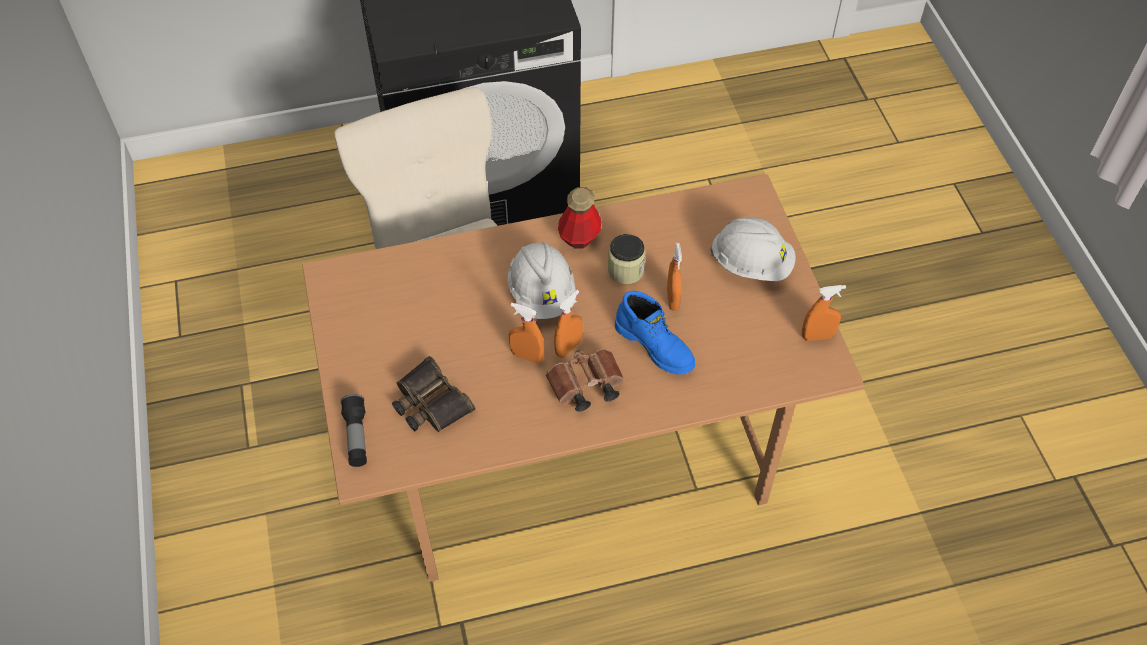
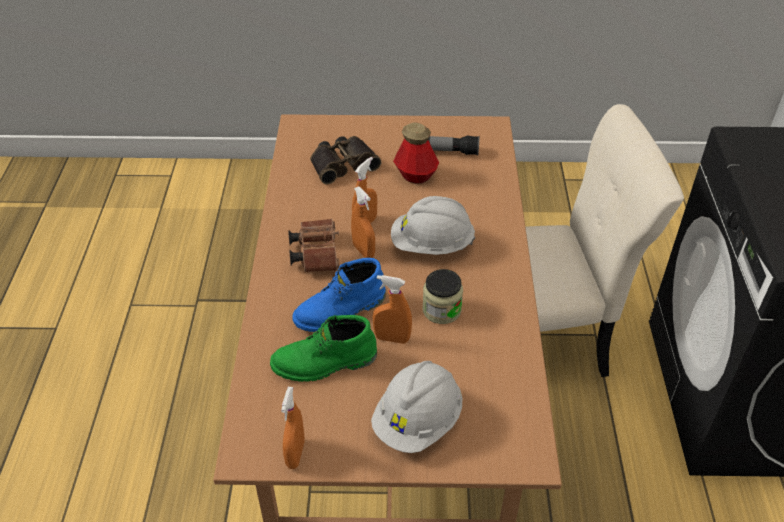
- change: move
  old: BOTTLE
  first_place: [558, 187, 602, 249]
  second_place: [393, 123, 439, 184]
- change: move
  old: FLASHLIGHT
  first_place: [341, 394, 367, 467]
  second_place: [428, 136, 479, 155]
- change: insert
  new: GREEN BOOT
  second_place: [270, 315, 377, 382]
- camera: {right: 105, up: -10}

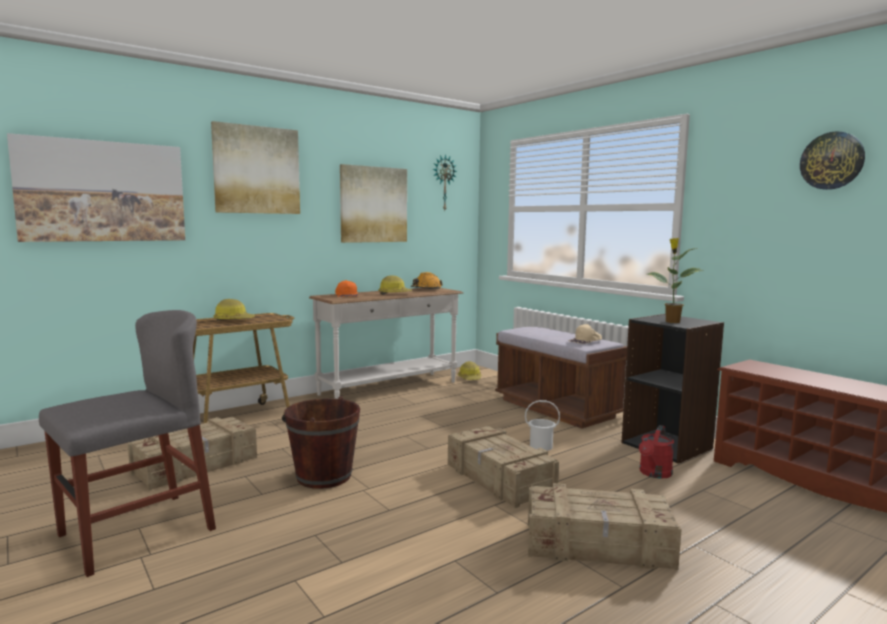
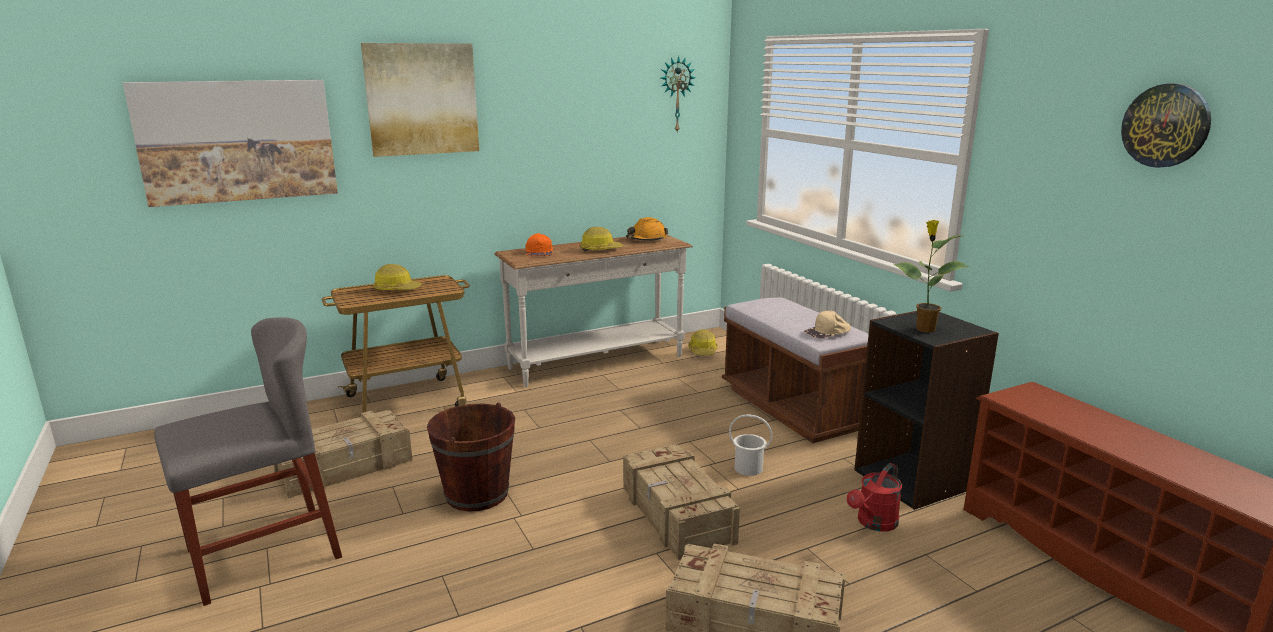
- change: delete
  old: PICTURE
  first_place: [340, 164, 407, 243]
- camera: {right: 10, up: 10}

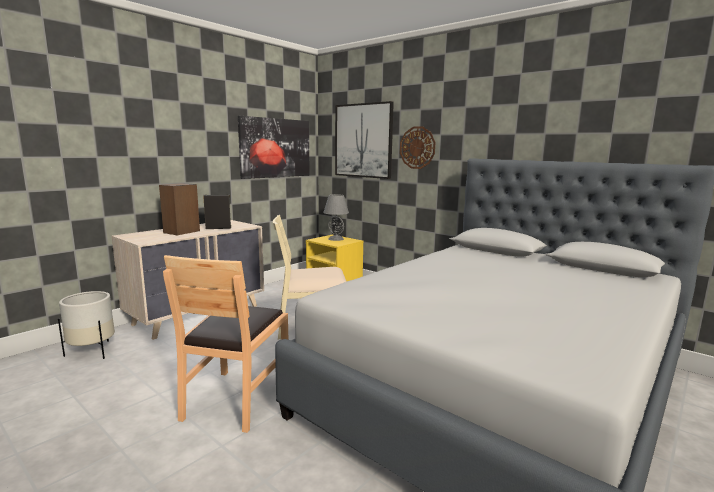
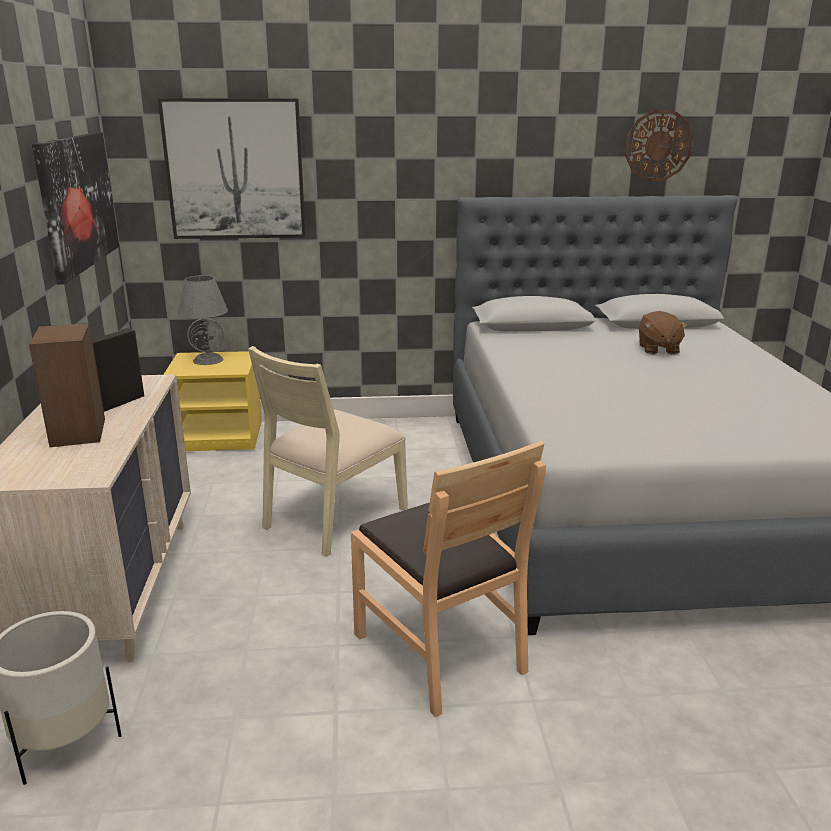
- change: move
  old: WALL CLOCK
  first_place: [400, 126, 435, 169]
  second_place: [625, 109, 693, 181]
- change: insert
  new: BROWN PLUSH TOY
  second_place: [639, 311, 688, 355]
- camera: {right: -45, up: 10}

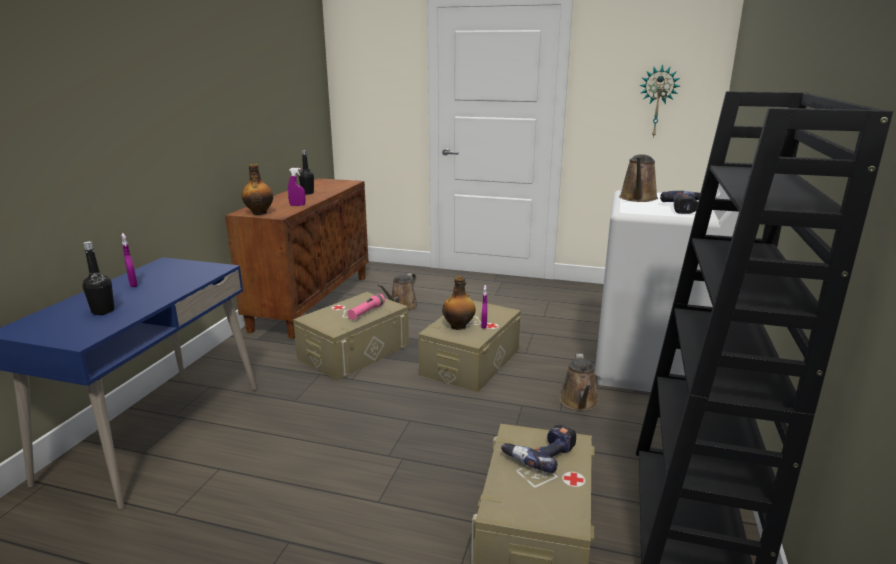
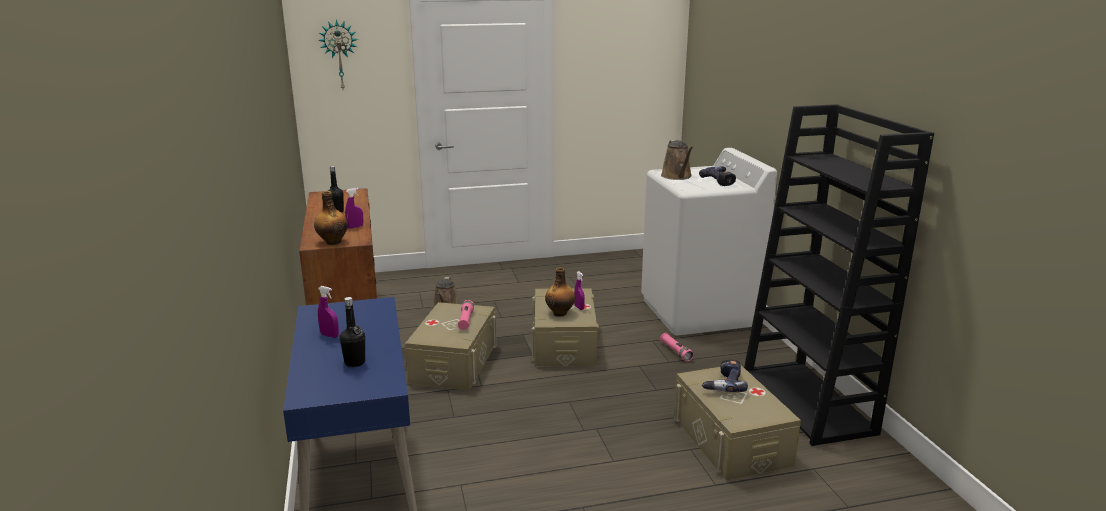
- change: move
  old: WALL CLOCK
  first_place: [639, 65, 680, 138]
  second_place: [318, 19, 358, 89]
- change: replace
  old: BROWN WATERING CAN
  new: PINK FLASHLIGHT
  first_place: [560, 354, 599, 411]
  second_place: [660, 333, 694, 362]
- camera: {right: -30, up: 0}

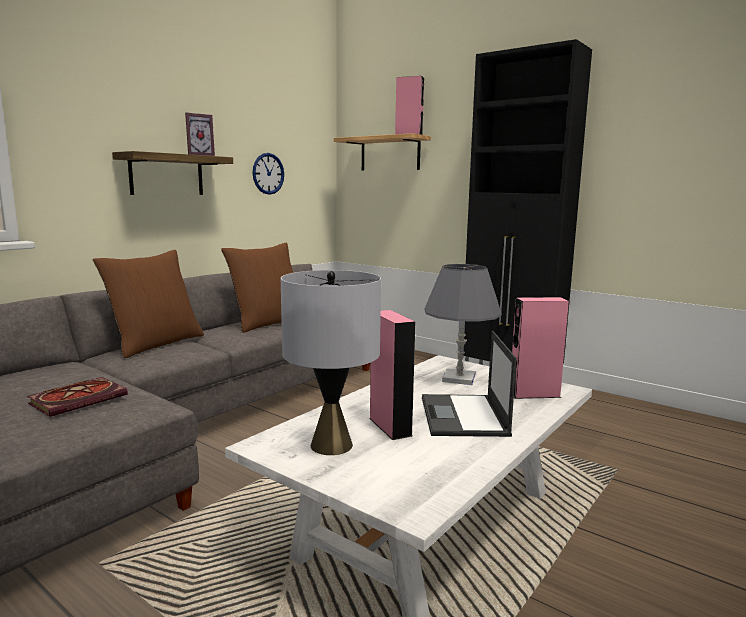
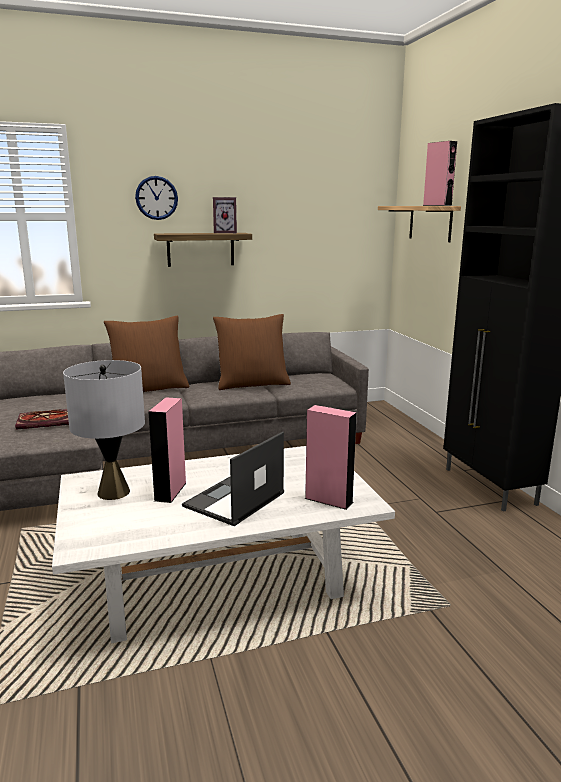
- change: move
  old: WALL CLOCK
  first_place: [252, 153, 284, 195]
  second_place: [135, 176, 178, 220]
- change: delete
  old: GREY TABLE LAMP
  first_place: [424, 264, 502, 385]
- camera: {right: 35, up: 5}

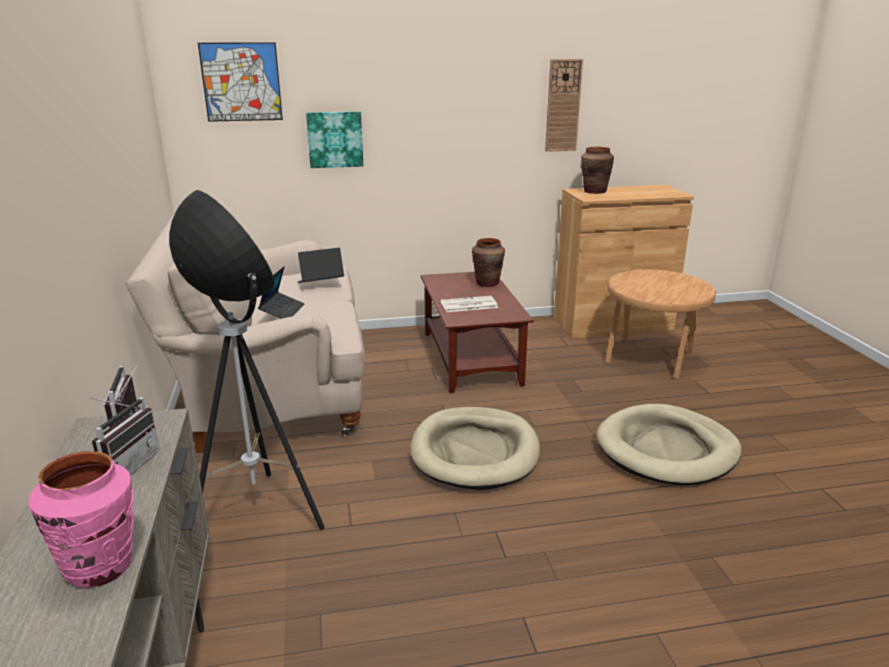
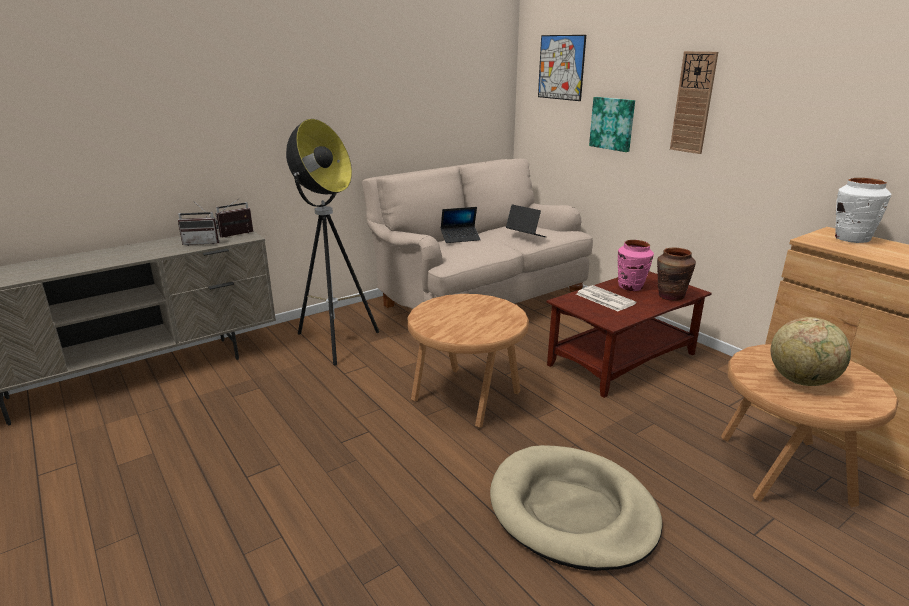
- change: move
  old: WALL CLOCK
  first_place: [545, 59, 583, 152]
  second_place: [670, 51, 718, 154]
- change: recolor
  old: BROWN VASE
  new: WHITE VASE
  first_place: [581, 147, 614, 194]
  second_place: [835, 178, 891, 243]
- change: replace
  old: BEIGE DOG BED
  new: BROWN SIDE TABLE
  first_place: [410, 407, 540, 490]
  second_place: [408, 294, 529, 428]
- change: move
  old: PINK VASE
  first_place: [28, 451, 134, 588]
  second_place: [618, 240, 654, 291]
- change: insert
  new: GLOBE
  second_place: [771, 317, 851, 386]
- camera: {right: 65, up: 0}

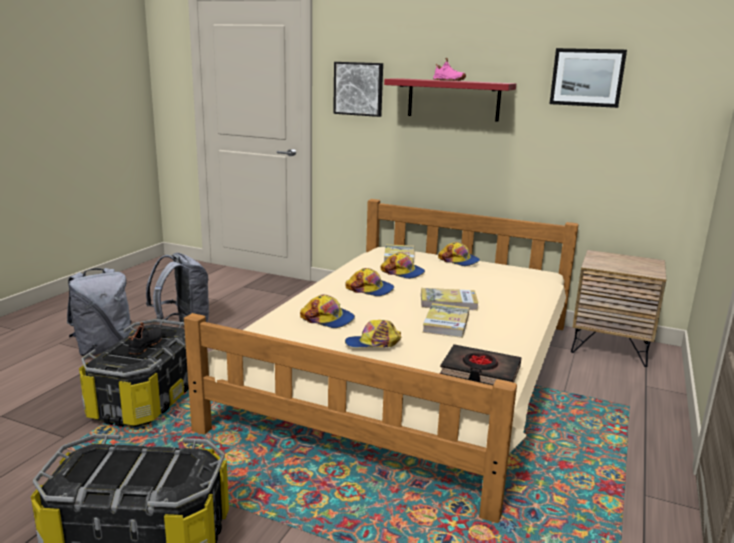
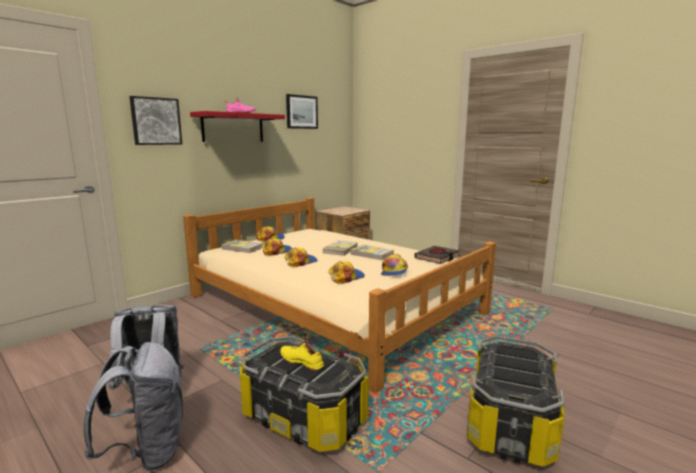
- change: recolor
  old: BLACK SHOE
  new: YELLOW SHOE
  first_place: [128, 322, 162, 354]
  second_place: [280, 338, 324, 371]
- camera: {right: -70, up: -5}

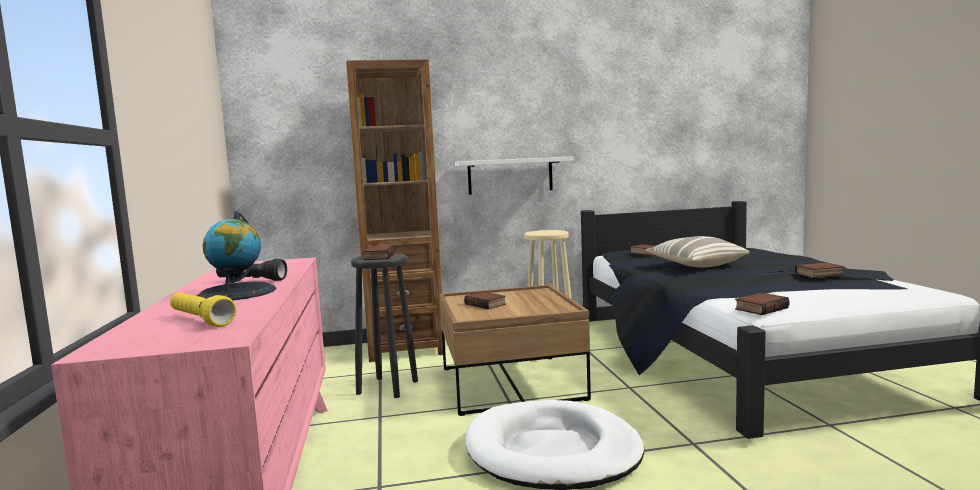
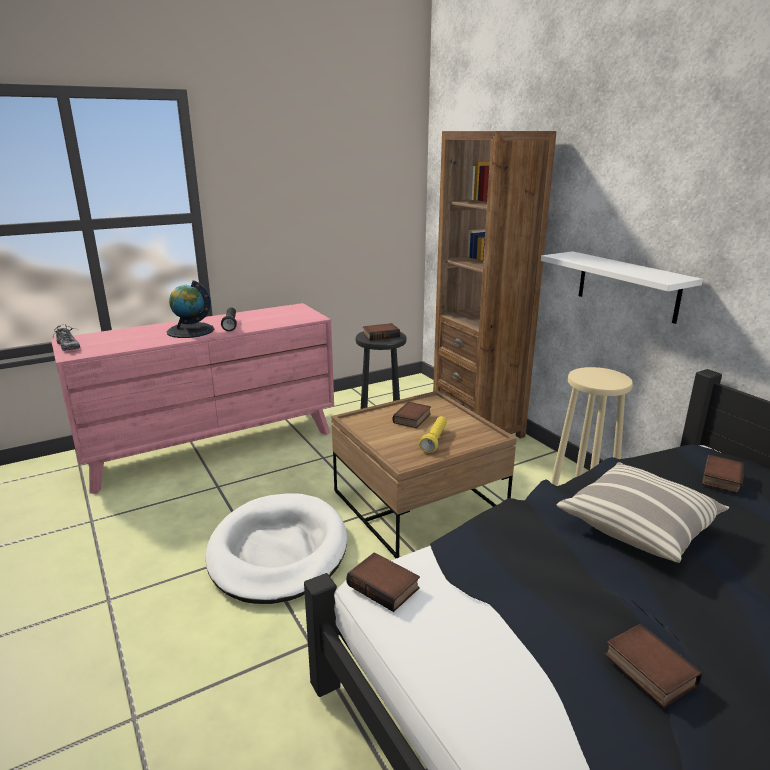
- change: move
  old: YELLOW FLASHLIGHT
  first_place: [170, 293, 236, 327]
  second_place: [419, 416, 447, 453]
- change: insert
  new: SHOE
  second_place: [53, 324, 81, 351]
- camera: {right: 70, up: 15}

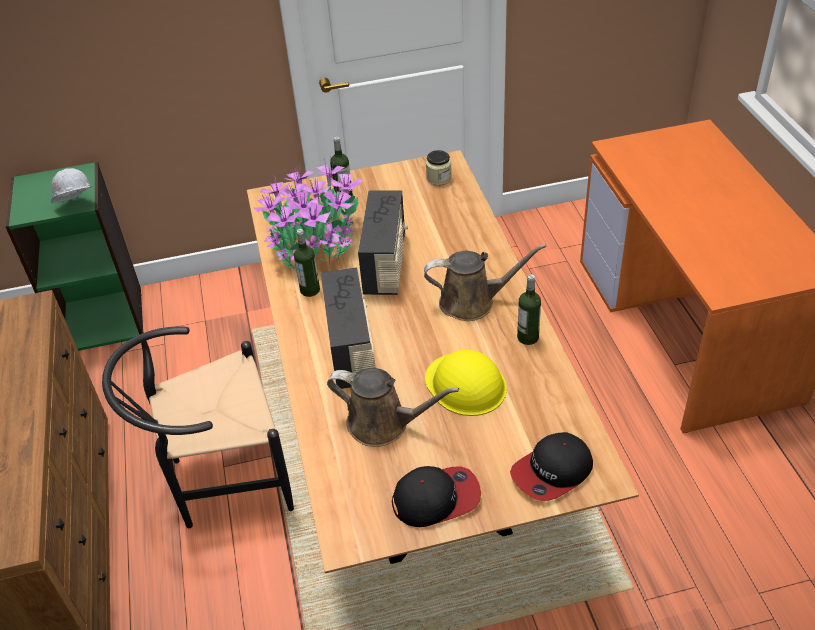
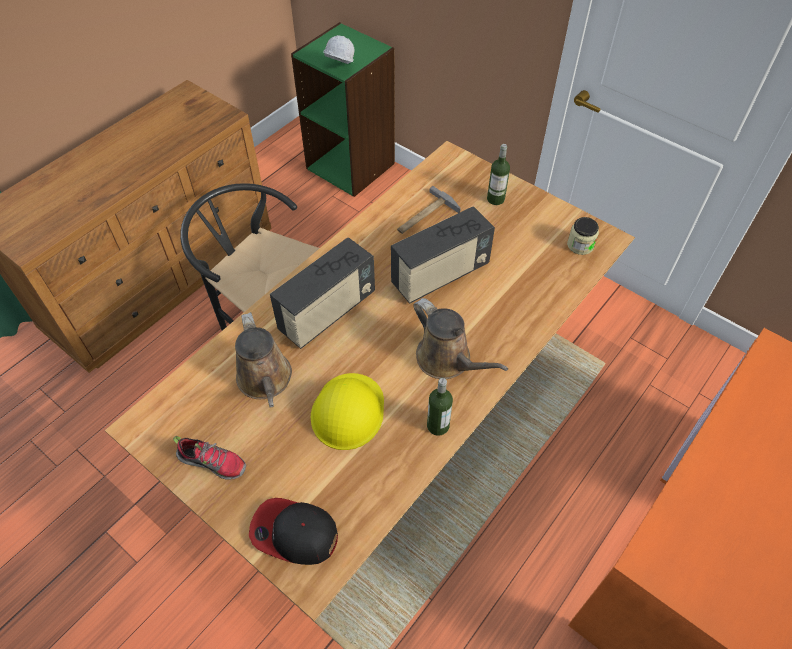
- change: replace
  old: POTTED PLANT
  new: HAMMER
  first_place: [253, 157, 363, 269]
  second_place: [397, 186, 461, 234]
- change: delete
  old: BOTTLE
  first_place: [294, 229, 320, 297]
- change: replace
  old: CAP
  new: SHOE
  first_place: [392, 466, 481, 527]
  second_place: [173, 436, 246, 480]
- camera: {right: 50, up: 10}

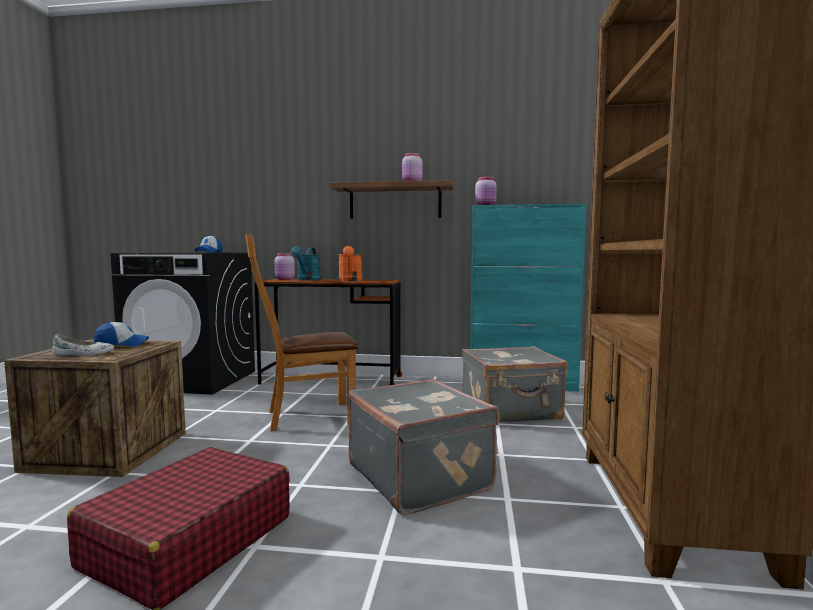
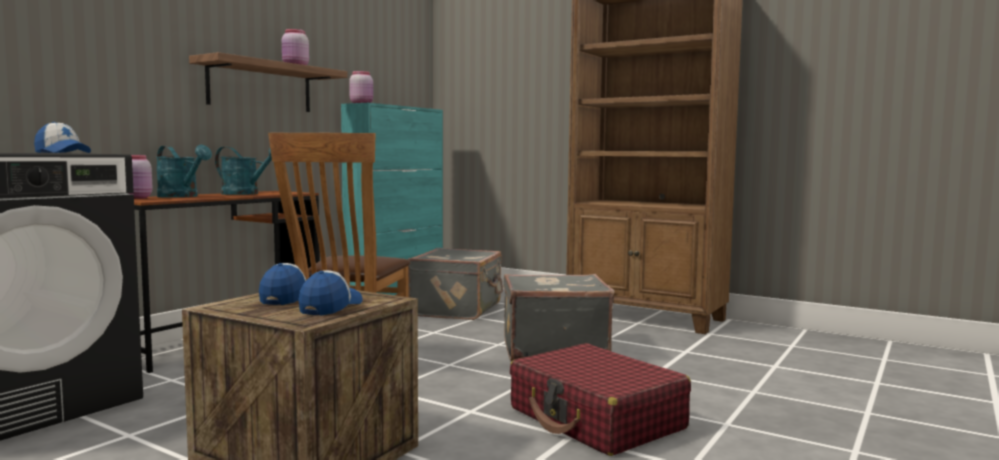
- change: recolor
  old: ORANGE WATERING CAN
  new: TURQUOISE WATERING CAN
  first_place: [339, 246, 362, 281]
  second_place: [215, 147, 272, 195]
- change: replace
  old: WHITE SHOE
  new: CAP
  first_place: [52, 334, 114, 356]
  second_place: [298, 270, 363, 316]
- camera: {right: -65, up: 0}

